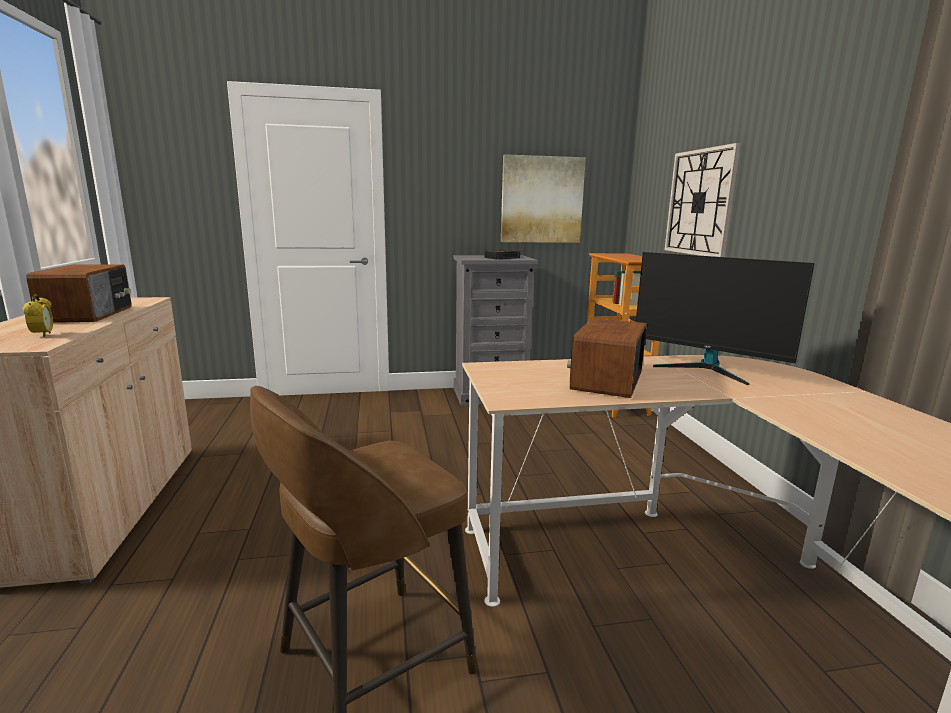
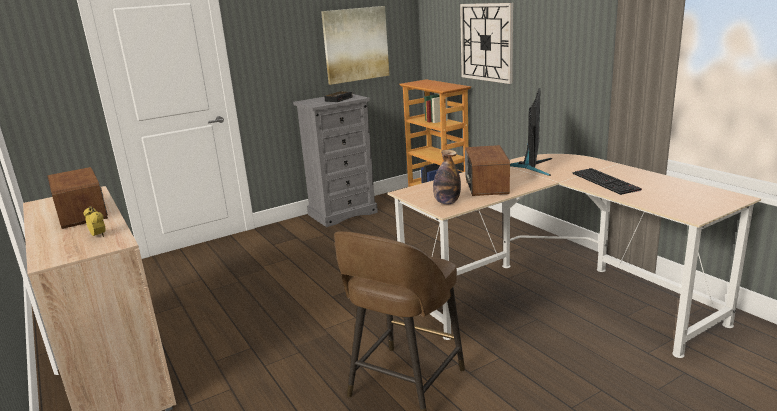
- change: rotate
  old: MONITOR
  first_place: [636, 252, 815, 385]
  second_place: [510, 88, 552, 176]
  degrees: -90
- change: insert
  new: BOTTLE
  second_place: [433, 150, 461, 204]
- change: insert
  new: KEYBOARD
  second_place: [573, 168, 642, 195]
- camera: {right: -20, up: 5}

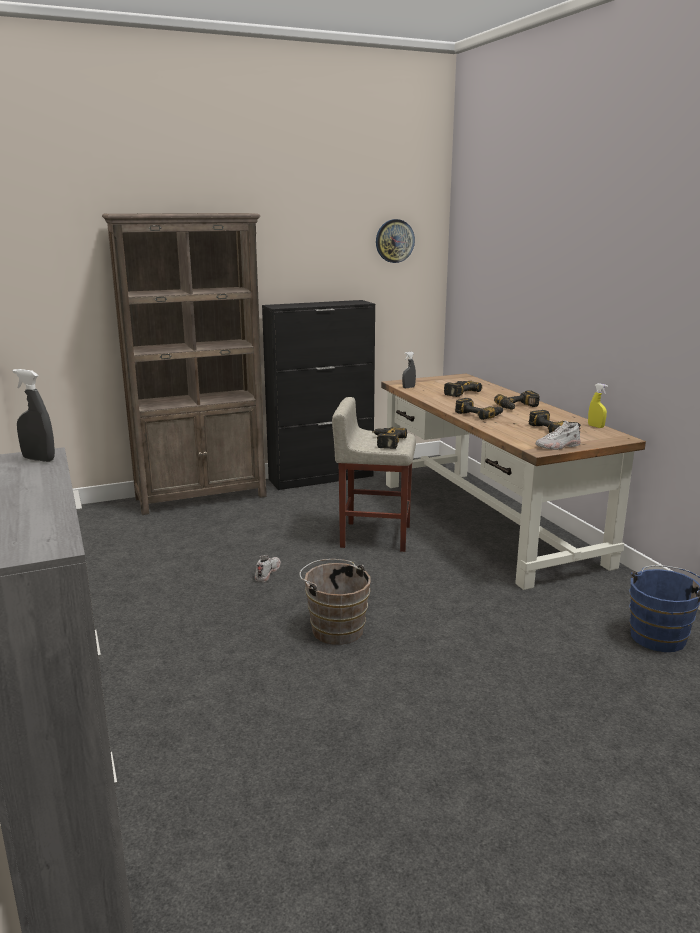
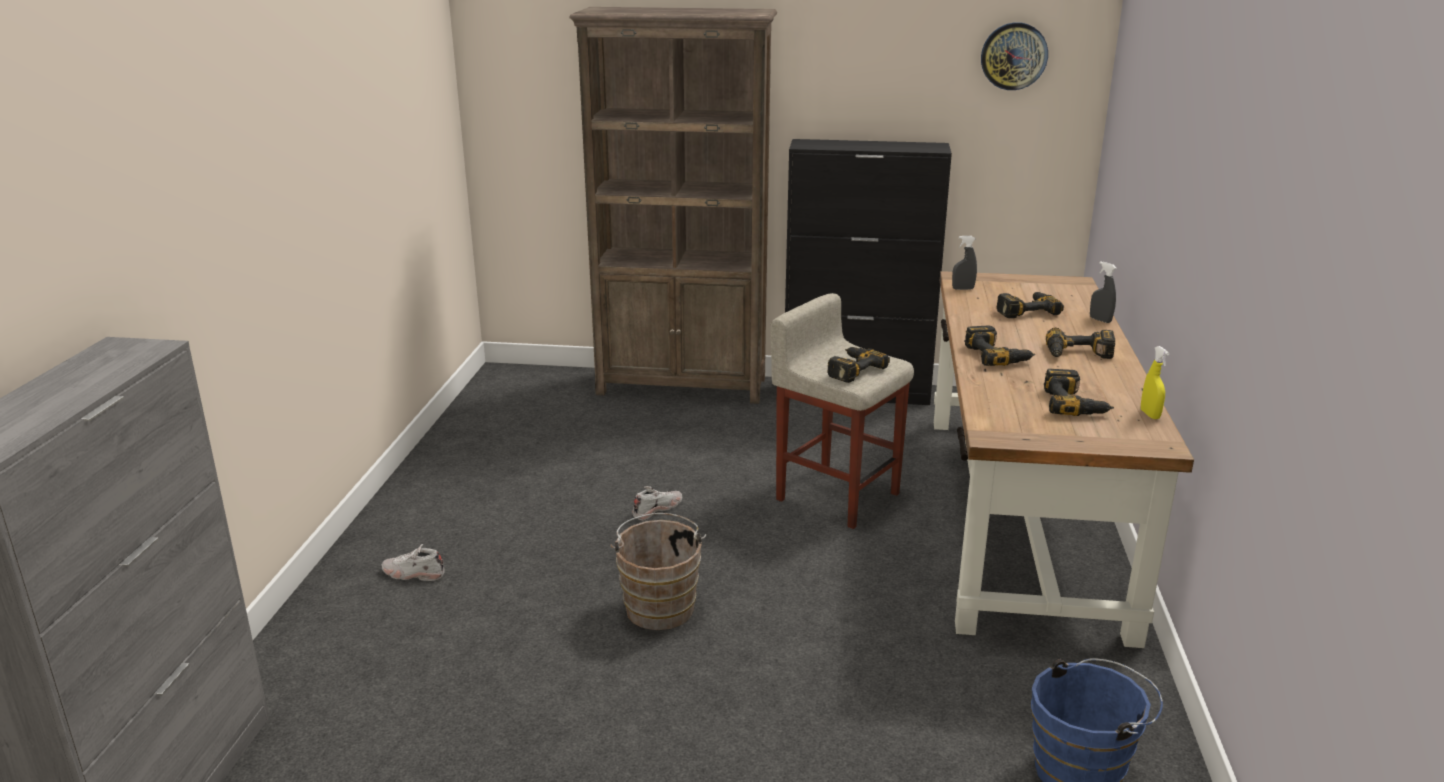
- change: move
  old: GREY SPRAY BOTTLE
  first_place: [13, 369, 55, 462]
  second_place: [1090, 261, 1116, 323]
- change: move
  old: WHITE SHOE
  first_place: [536, 420, 581, 450]
  second_place: [382, 543, 445, 581]
- camera: {right: 30, up: 5}

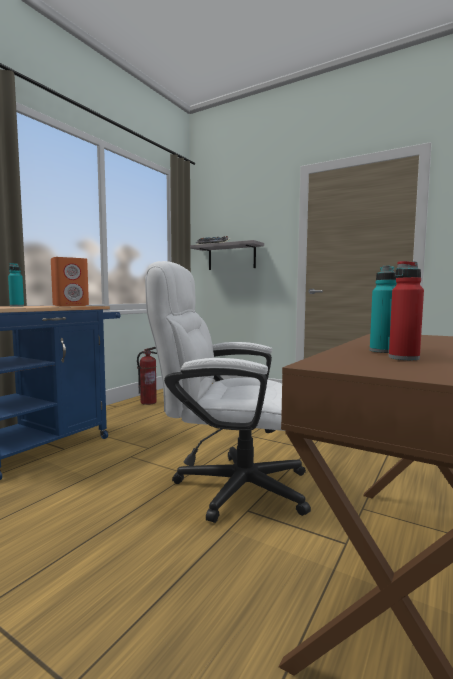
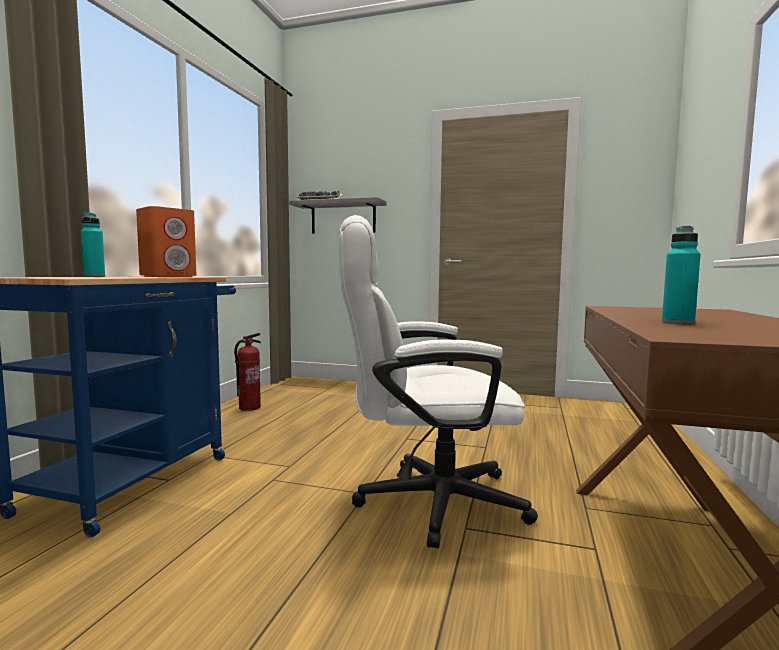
- change: delete
  old: RED BOTTLE
  first_place: [389, 261, 424, 360]
- camera: {right: -15, up: 0}

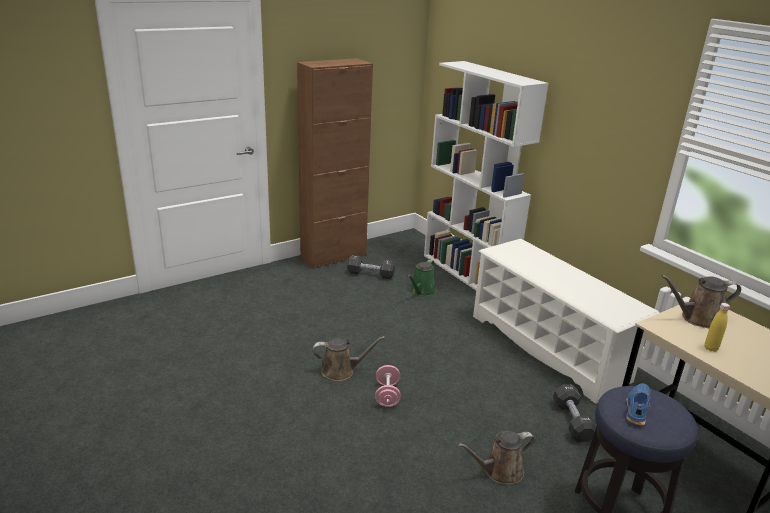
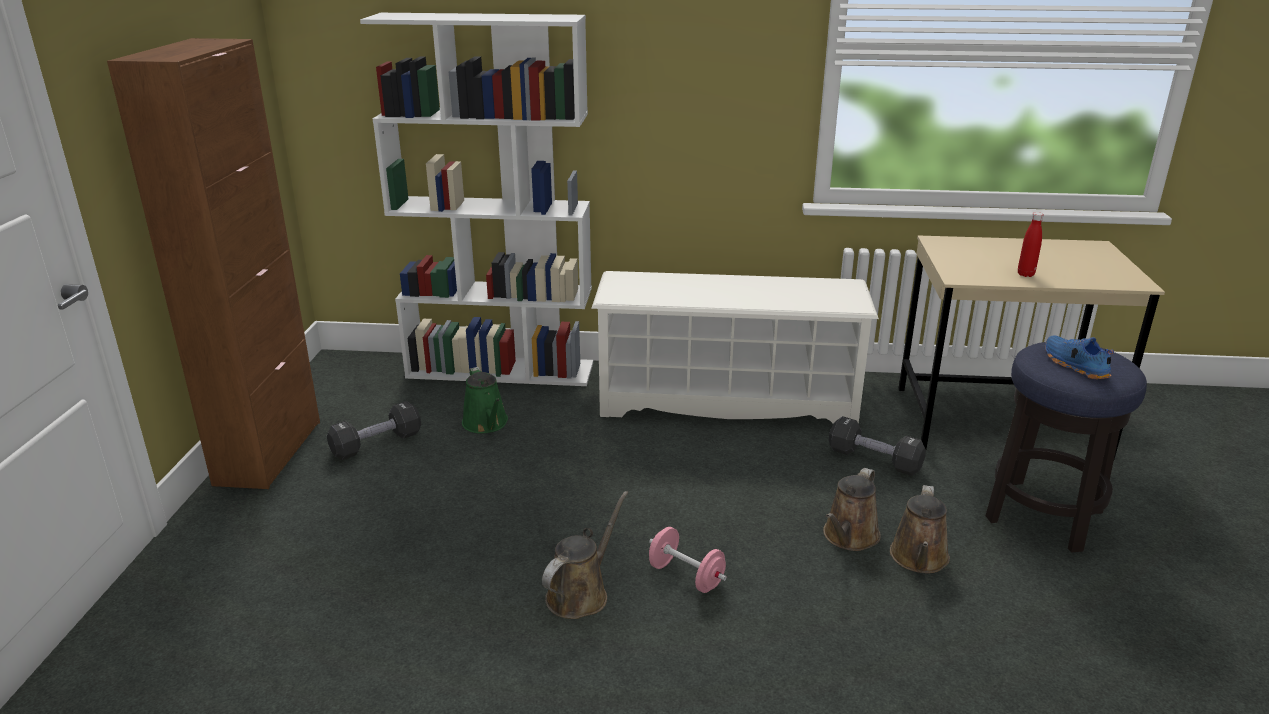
- change: move
  old: BROWN WATERING CAN
  first_place: [661, 275, 741, 328]
  second_place: [823, 468, 881, 551]
- change: recolor
  old: YELLOW BOTTLE
  new: RED BOTTLE
  first_place: [705, 303, 730, 352]
  second_place: [1018, 212, 1044, 277]
- camera: {right: -50, up: 0}

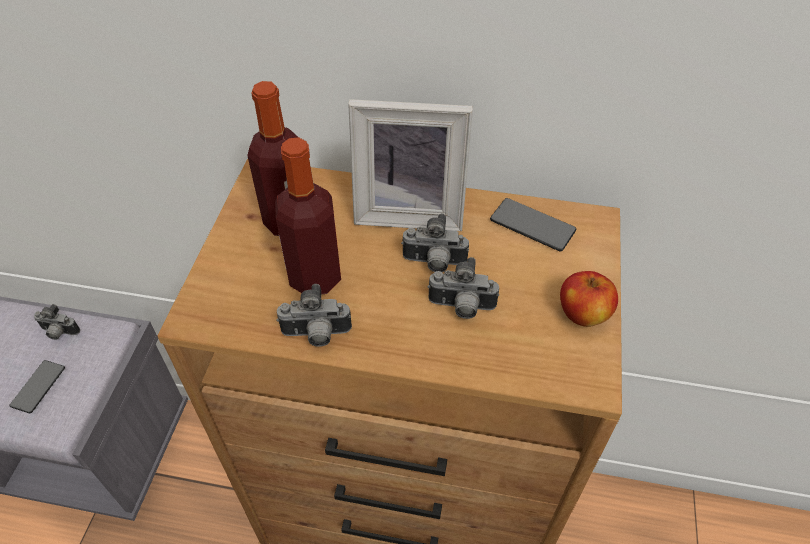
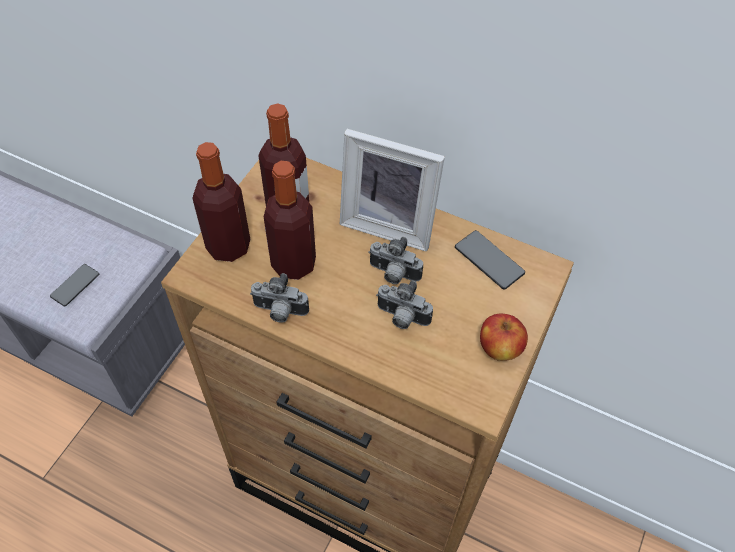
- change: delete
  old: PHOTO CAMERA
  first_place: [34, 304, 80, 340]
- change: insert
  new: BOTTLE
  second_place: [192, 142, 251, 262]
- camera: {right: 15, up: 5}

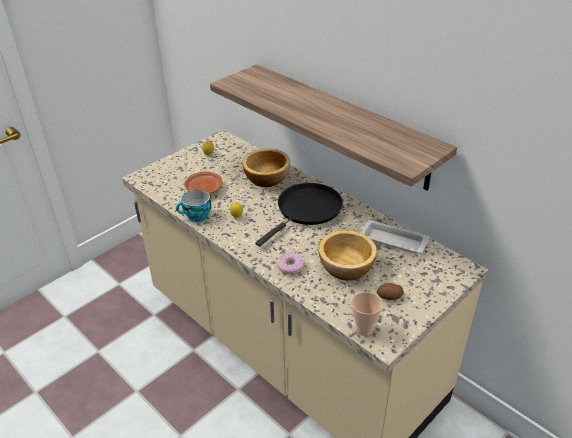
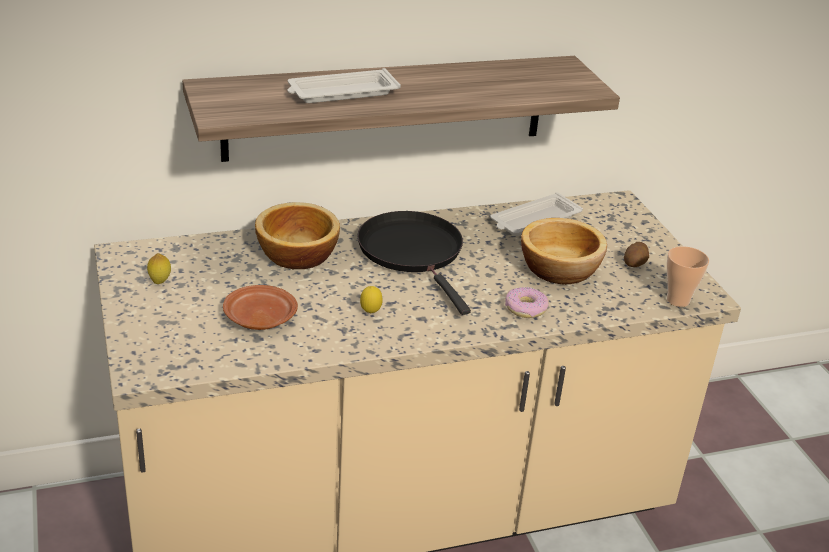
- change: delete
  old: CUP
  first_place: [176, 189, 212, 222]
- change: insert
  new: WHITE TRAY
  second_place: [288, 68, 401, 103]
- camera: {right: -65, up: -5}

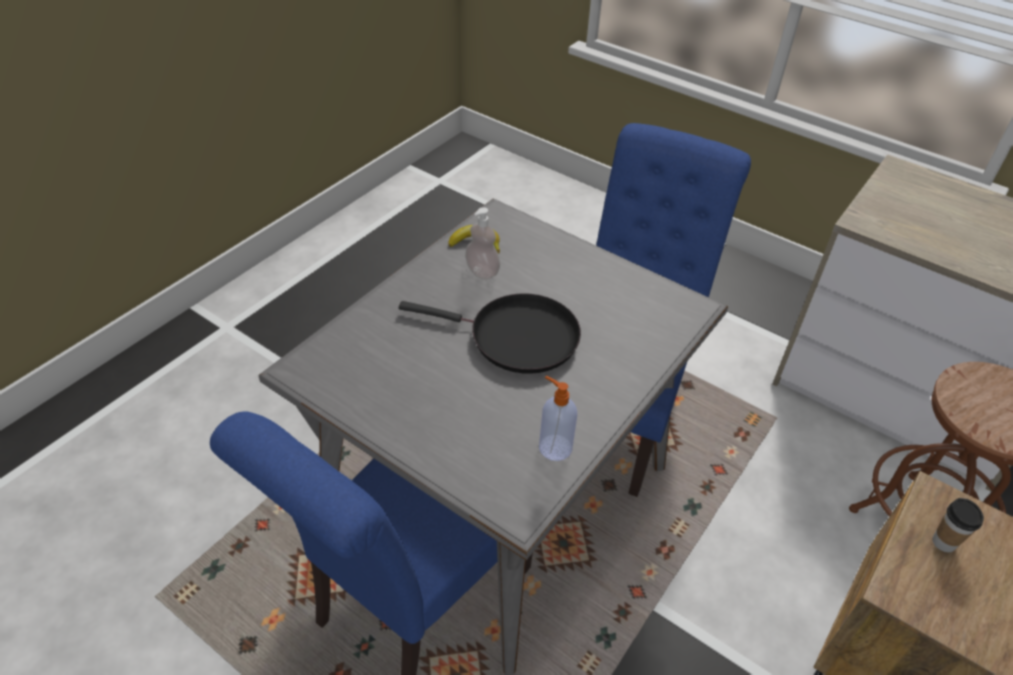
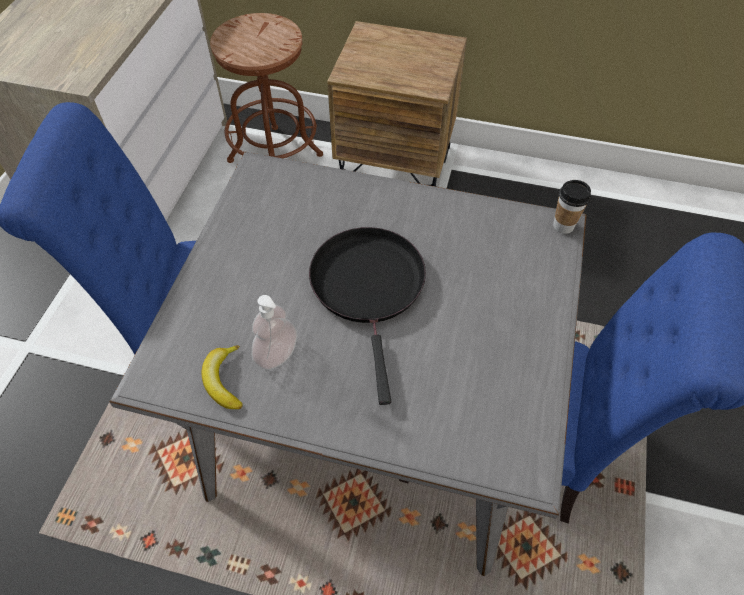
- change: delete
  old: SOAP DISPENSER
  first_place: [539, 376, 577, 461]
- change: move
  old: CUP
  first_place: [932, 498, 984, 552]
  second_place: [553, 180, 591, 234]
- camera: {right: -110, up: 10}

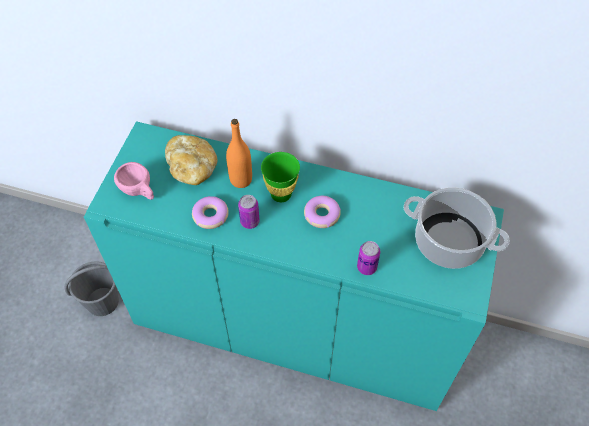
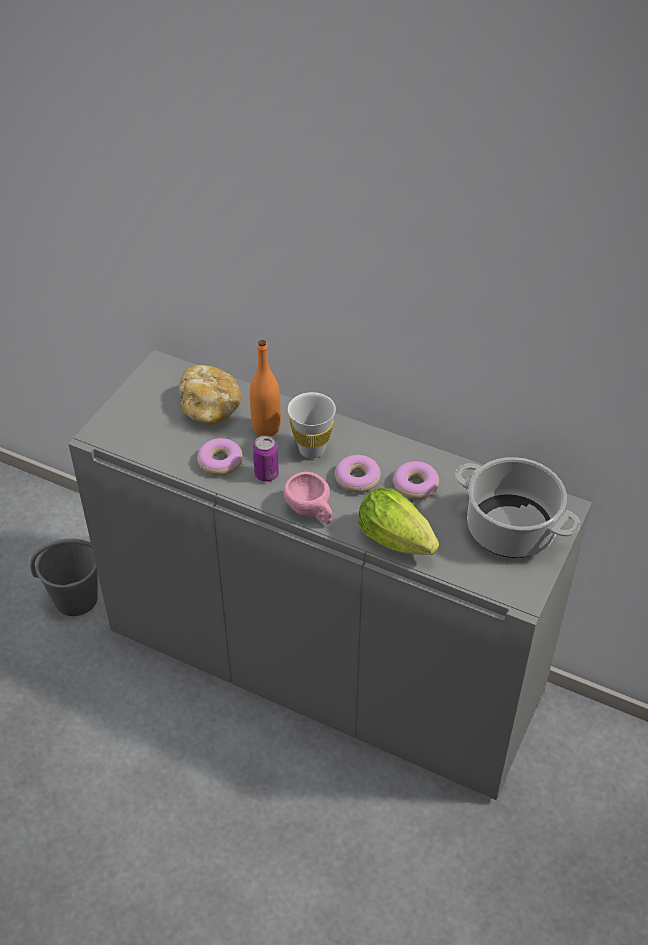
- change: recolor
  old: TURQUOISE CABINET
  new: GREY CABINET
  first_place: [84, 121, 504, 411]
  second_place: [68, 350, 592, 800]
- change: recolor
  old: GREEN CUP
  new: WHITE CUP
  first_place: [261, 152, 300, 202]
  second_place: [288, 392, 336, 459]
- change: move
  old: PINK CUP
  first_place: [114, 162, 154, 200]
  second_place: [284, 472, 332, 524]
- change: replace
  old: CAN
  new: LETTUCE
  first_place: [357, 241, 380, 275]
  second_place: [358, 488, 439, 555]
- change: insert
  new: DONUT
  second_place: [393, 461, 439, 500]
- camera: {right: 10, up: -10}

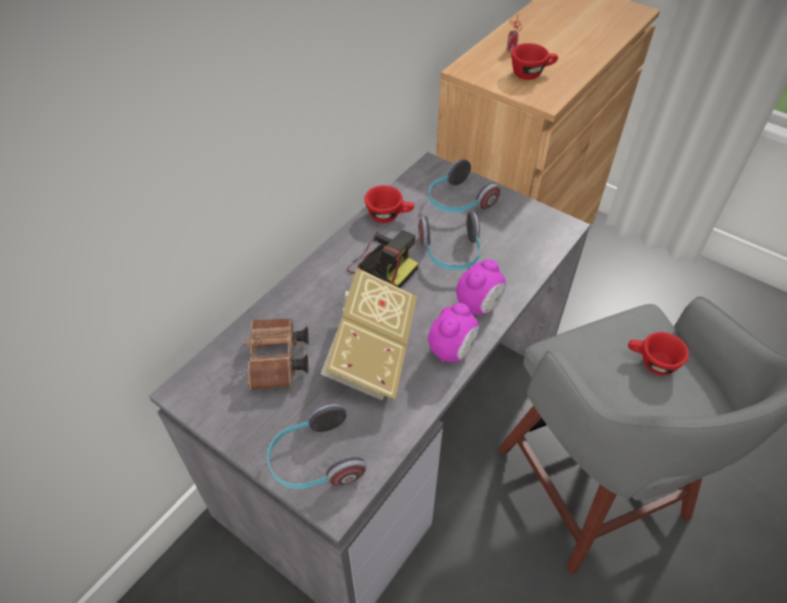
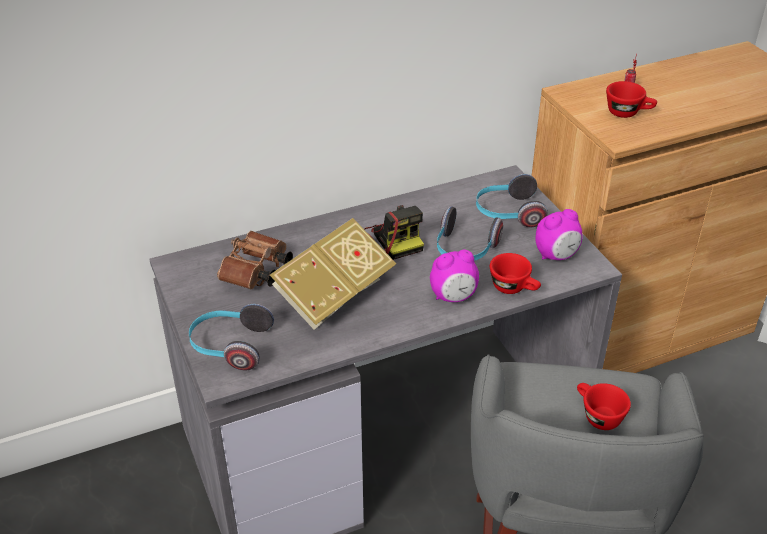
- change: move
  old: RED CUP
  first_place: [364, 185, 414, 223]
  second_place: [490, 253, 541, 294]
- change: move
  old: ALARM CLOCK
  first_place: [428, 303, 479, 363]
  second_place: [535, 209, 583, 260]
- camera: {right: 30, up: -10}

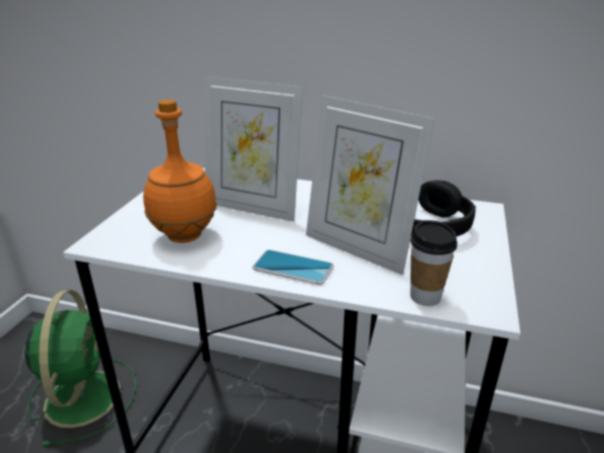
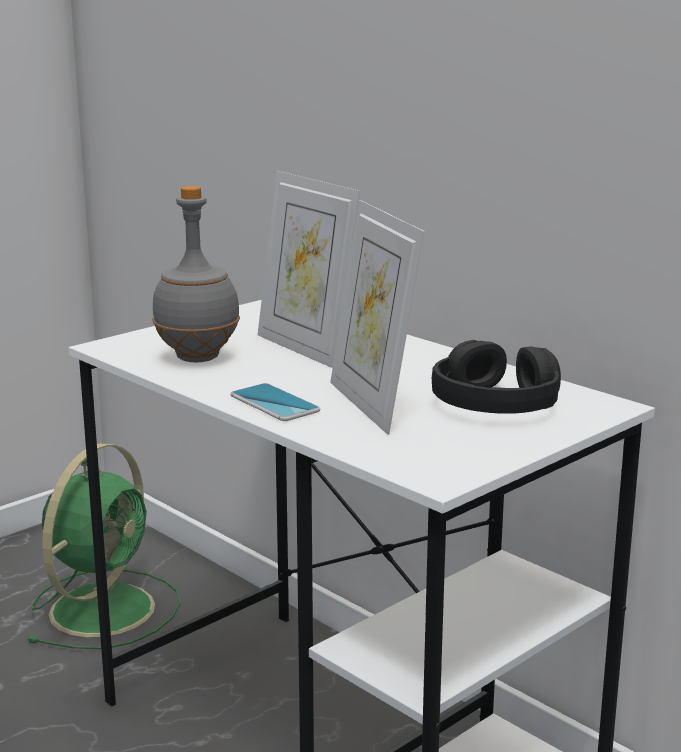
- change: recolor
  old: ORANGE BOTTLE
  new: GREY BOTTLE
  first_place: [143, 99, 217, 243]
  second_place: [152, 186, 240, 362]
- change: delete
  old: CUP
  first_place: [410, 220, 457, 306]
- camera: {right: 30, up: -10}

